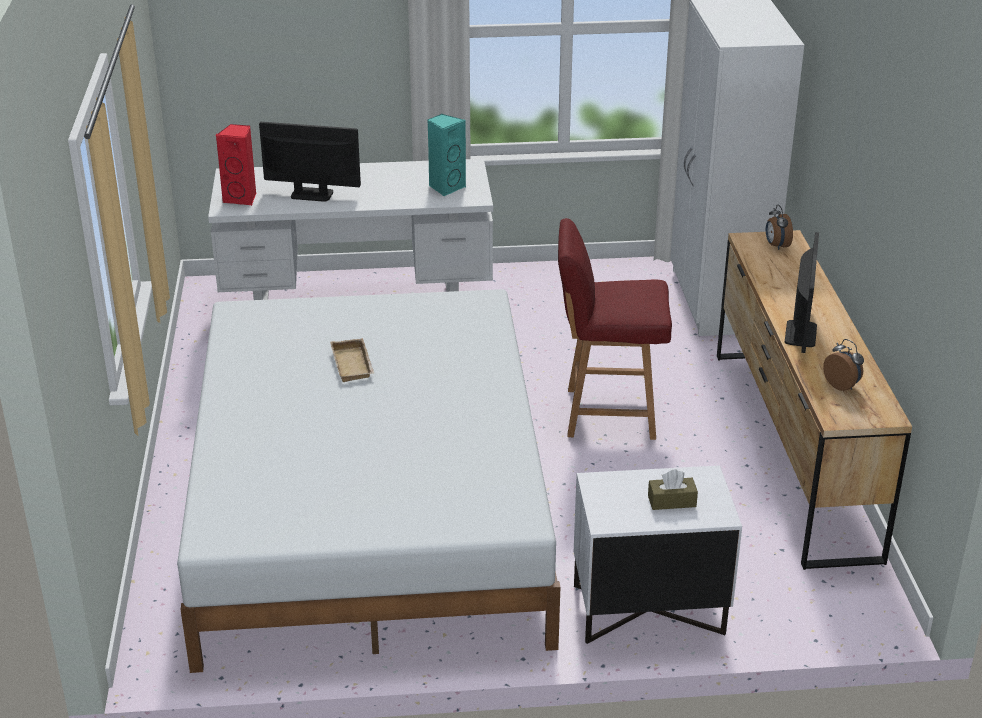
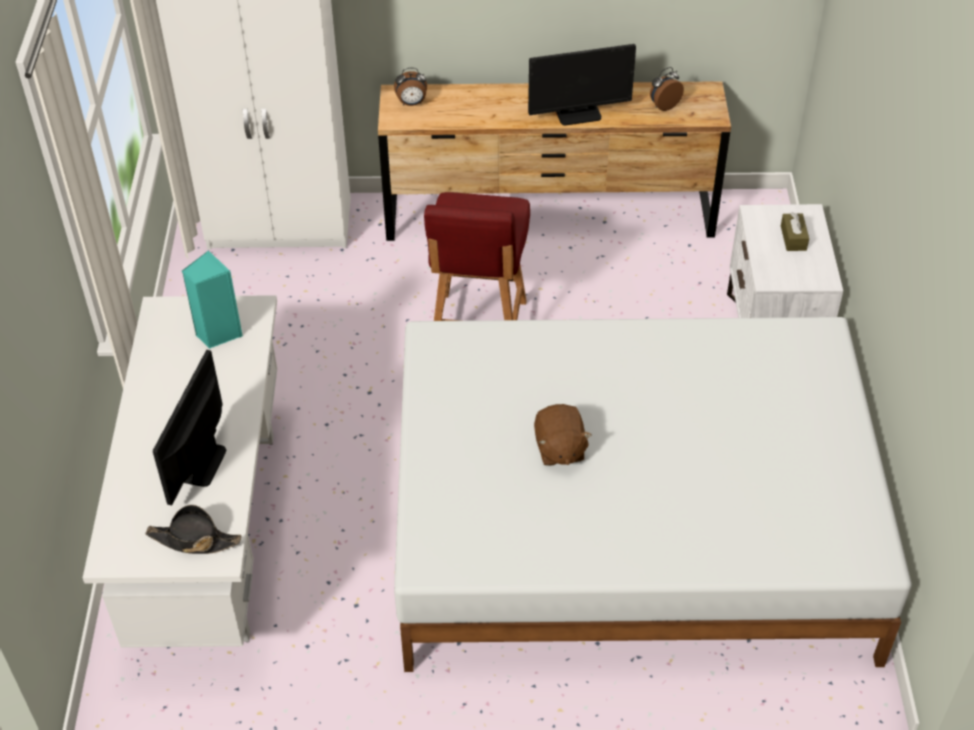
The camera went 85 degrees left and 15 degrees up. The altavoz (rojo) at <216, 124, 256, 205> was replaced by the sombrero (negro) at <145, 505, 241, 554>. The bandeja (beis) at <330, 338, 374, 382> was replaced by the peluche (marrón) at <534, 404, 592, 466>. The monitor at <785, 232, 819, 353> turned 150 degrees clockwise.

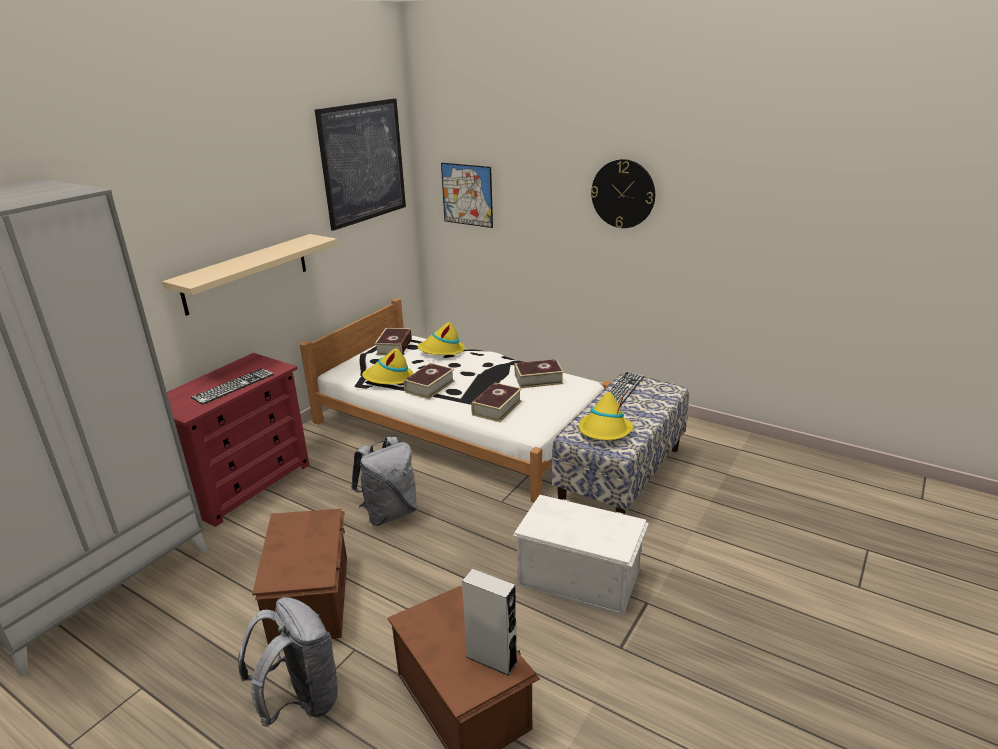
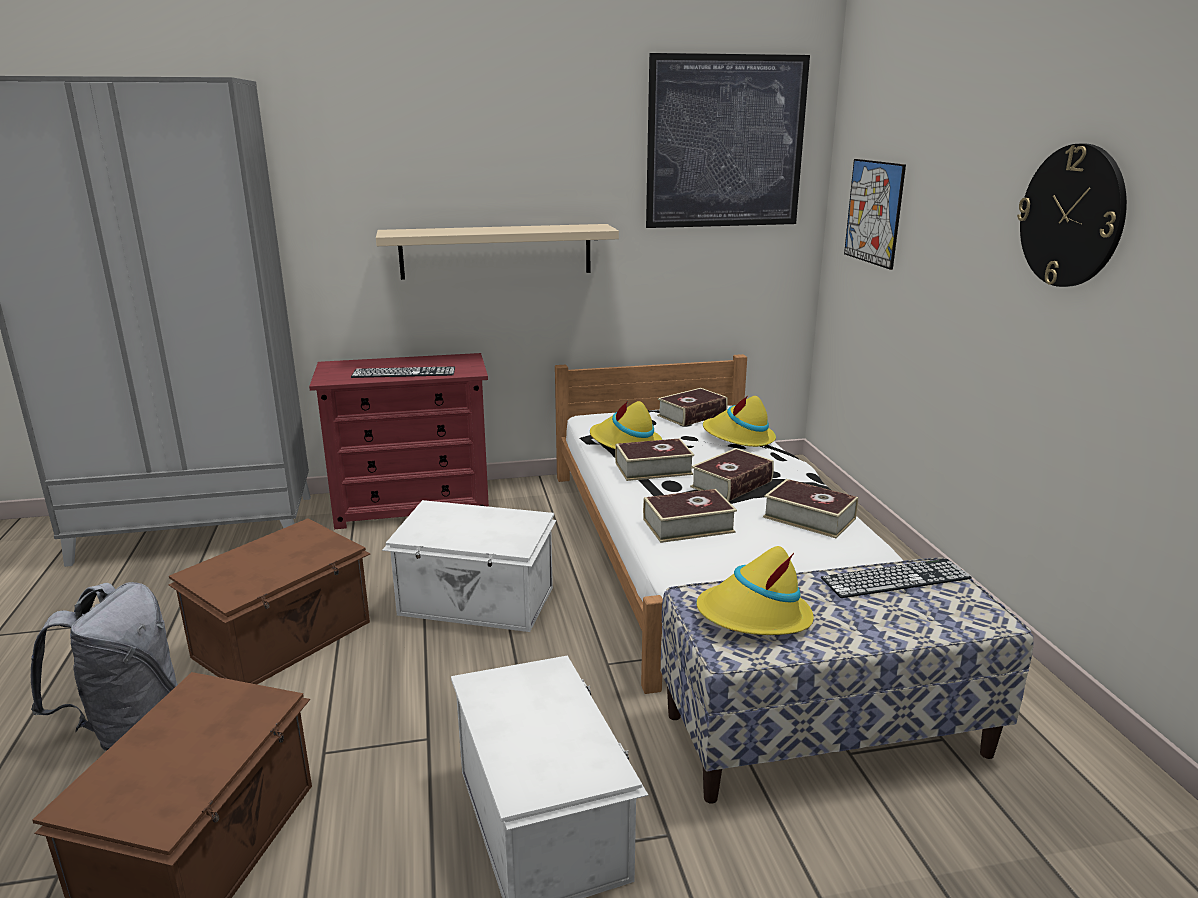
The camera went 45 degrees right and 5 degrees down. The mochila (gris) at <351, 437, 417, 526> was replaced by the caja de almacenaje (blanco) at <382, 500, 556, 632>. The altavoz (gris) at <462, 569, 518, 676> disappeared. The libro at <690, 448, 774, 502> appeared.

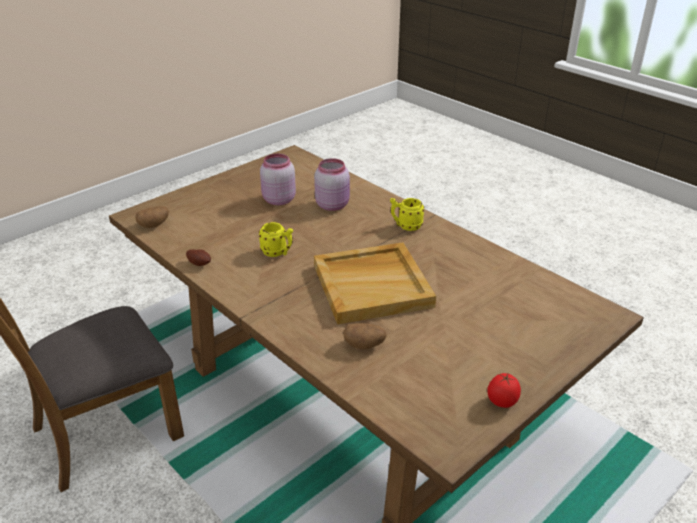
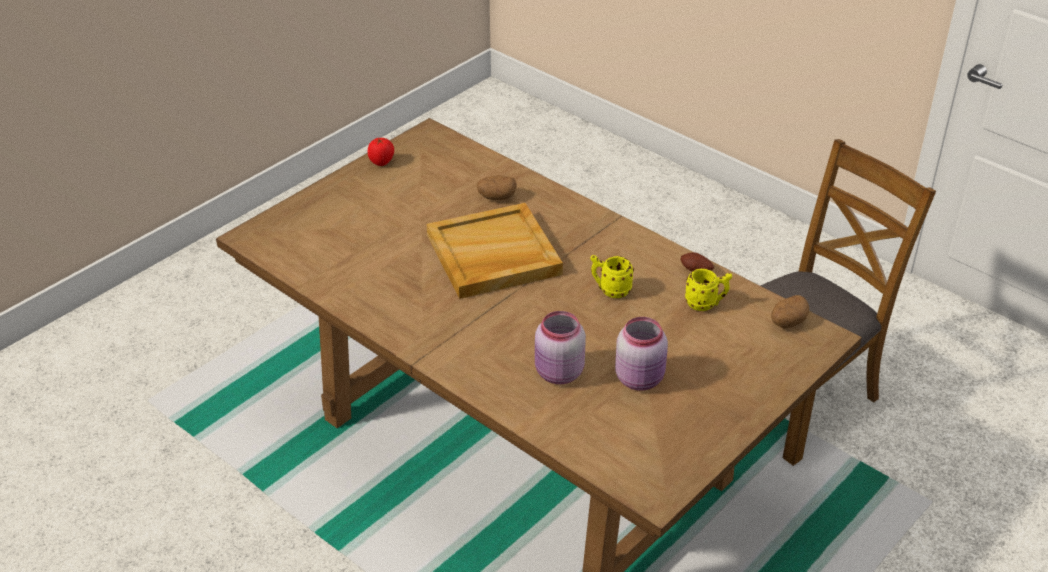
The camera went 175 degrees right and 5 degrees up. The taza grande (amarillo) moved from <390, 198, 424, 231> to <685, 269, 732, 311>.

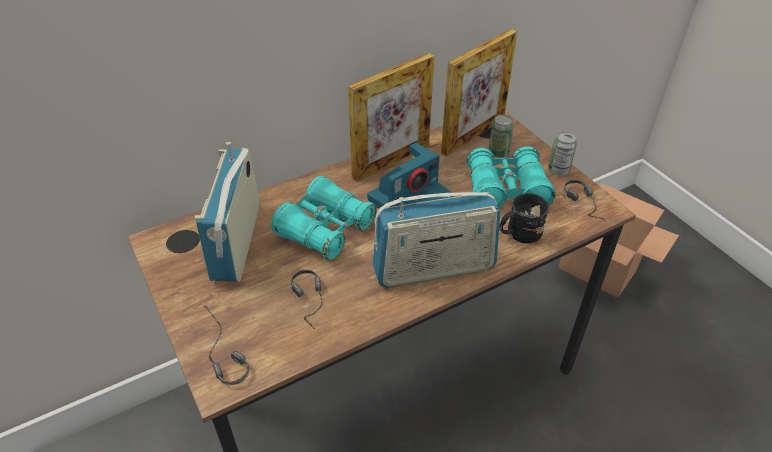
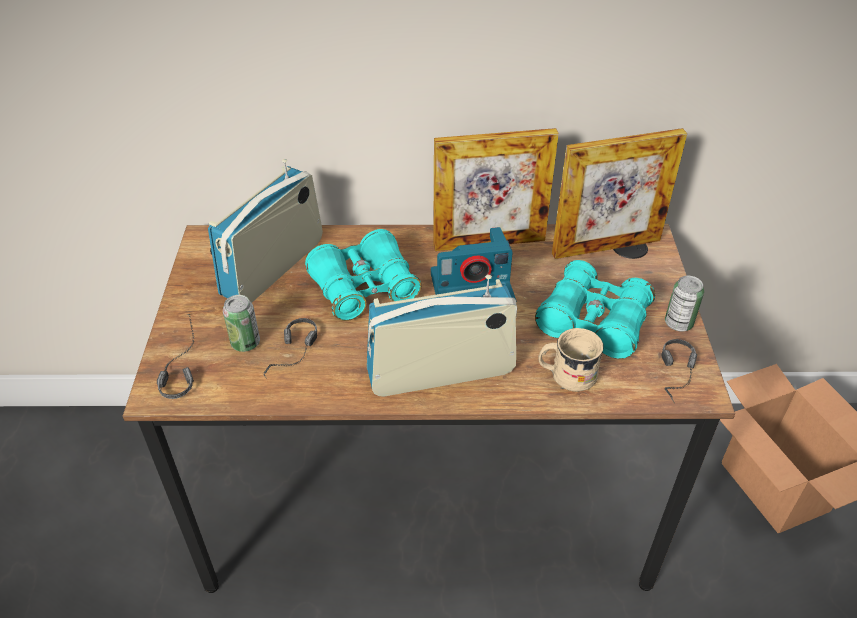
The camera went 30 degrees right and 0 degrees up. The radio at <372, 192, 500, 288> turned 150 degrees clockwise. The lata moved from <489, 115, 514, 157> to <223, 295, 260, 352>. The taza grande (negro) at <499, 193, 549, 244> became the taza grande (beis) at <538, 328, 604, 392>.

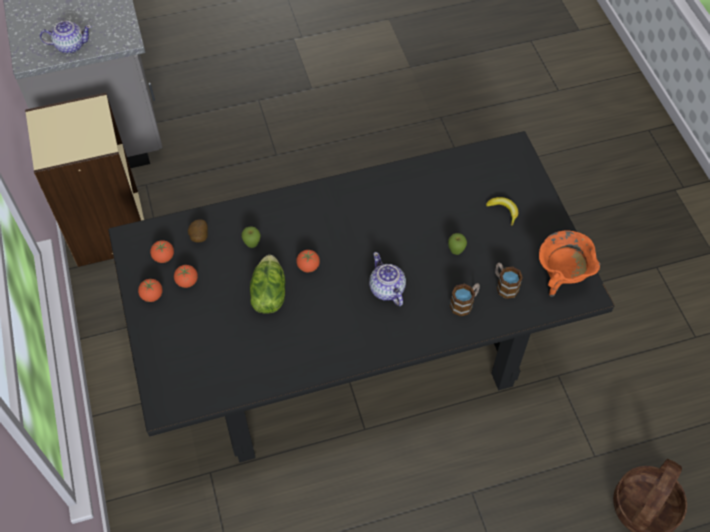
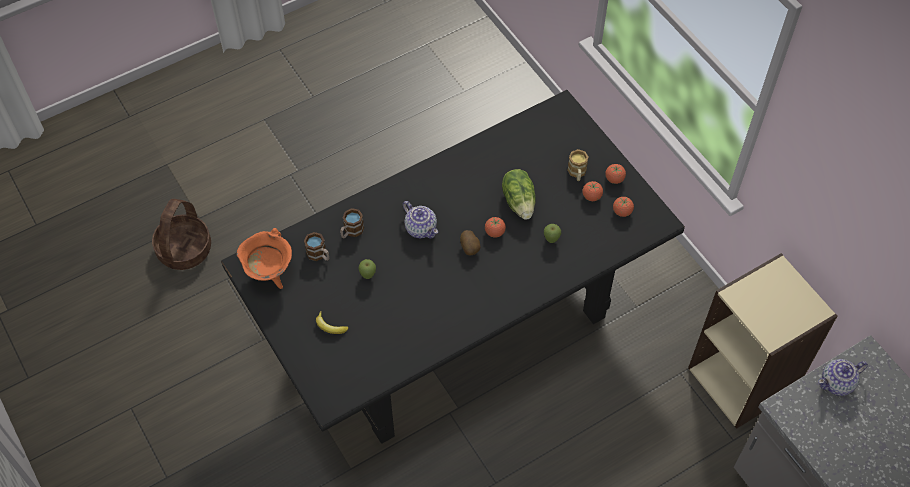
The camera went 165 degrees right and 0 degrees up. The patata moved from <188, 219, 208, 243> to <460, 230, 480, 255>. The taza grande at <567, 149, 589, 181> appeared.

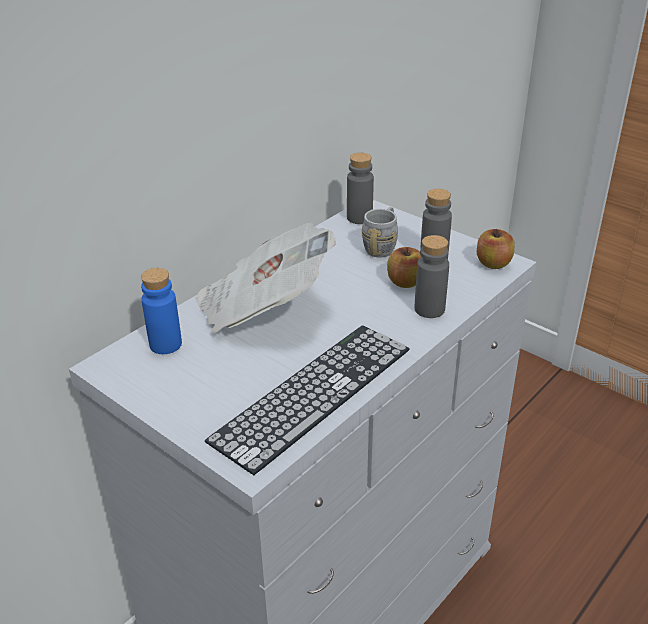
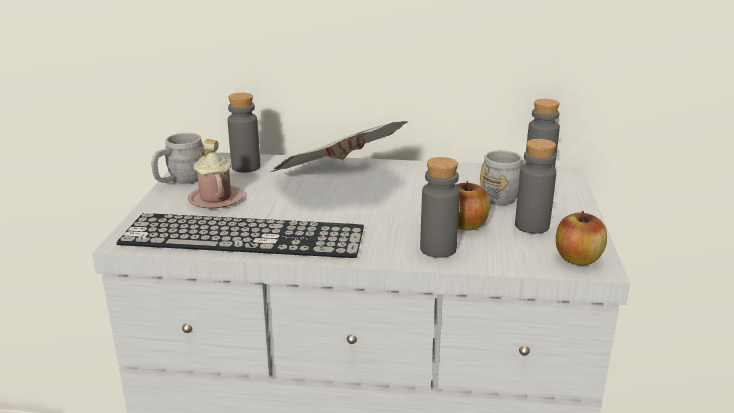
The camera went 55 degrees right and 10 degrees down. The botella (azul) at <141, 268, 182, 354> became the botella (gris) at <228, 93, 260, 173>. The taza grande (gris) at <151, 133, 205, 184> appeared. The taza grande (rosa) at <188, 139, 243, 209> appeared.

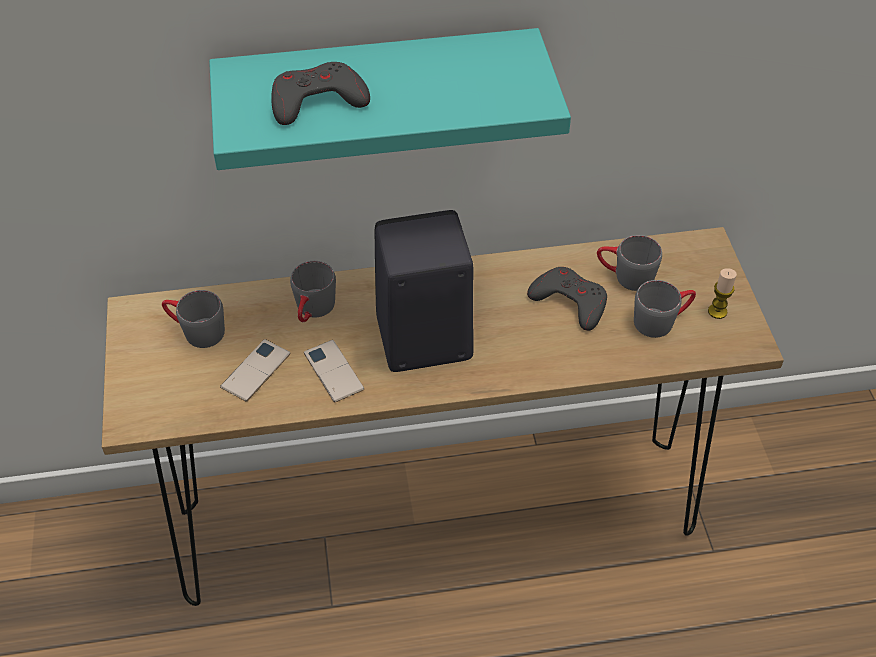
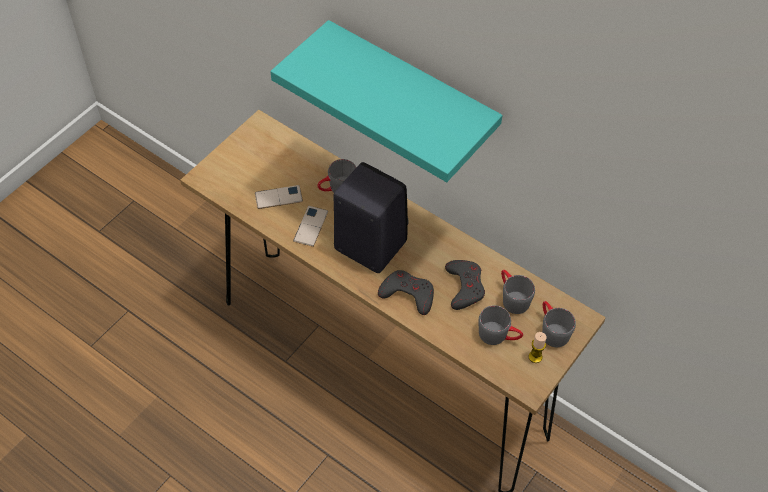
The camera went 45 degrees right and 5 degrees up. The taza grande (gris) moved from <162, 290, 225, 348> to <542, 301, 576, 347>. The mando de consola (gris) moved from <271, 62, 370, 125> to <378, 270, 434, 315>.

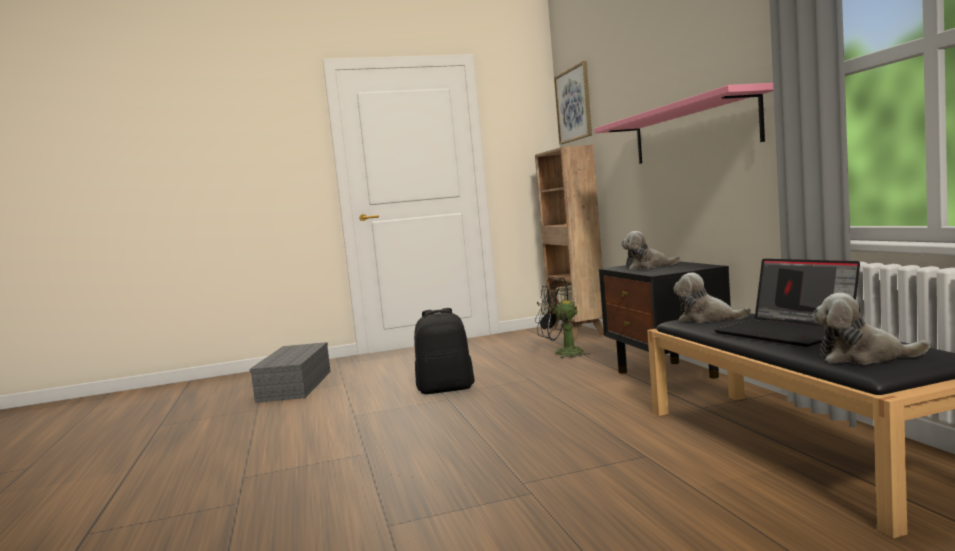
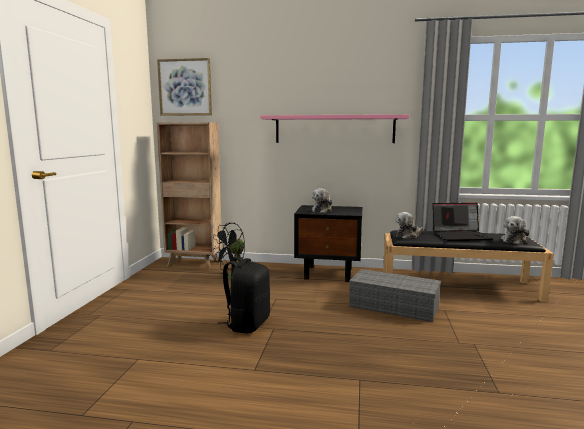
The camera went 65 degrees left and 5 degrees up. The caja de almacenaje (gris) moved from <249, 342, 331, 403> to <349, 269, 441, 322>.

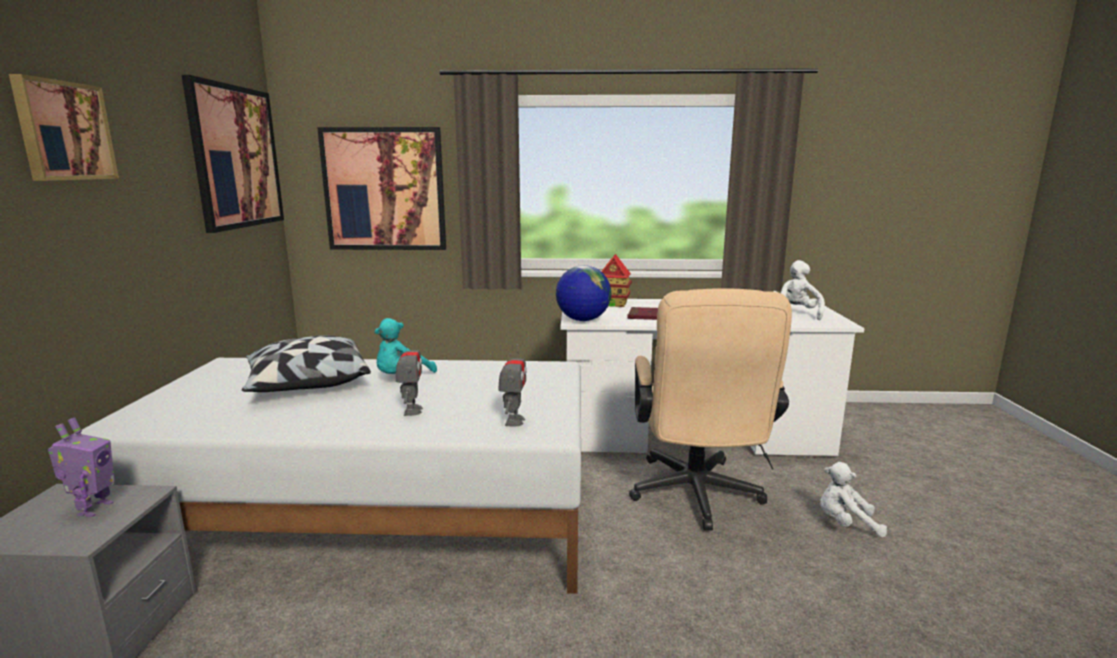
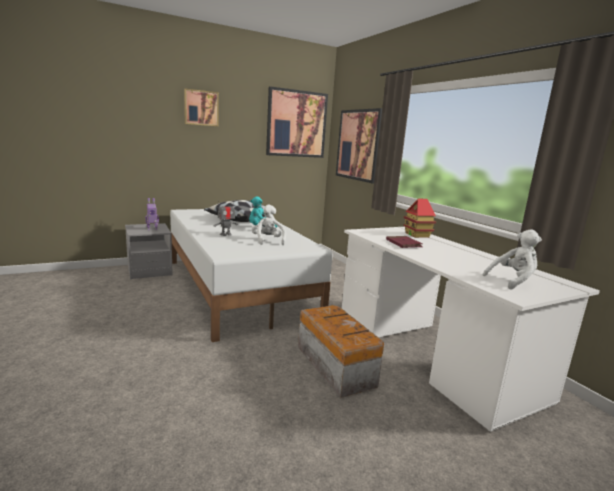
The camera went 60 degrees right and 0 degrees up. The robot de juguete at <498, 344, 527, 426> disappeared. The globo terráqueo at <556, 265, 611, 321> disappeared. The silla de oficina (beis) at <629, 288, 792, 530> was replaced by the caja de almacenaje at <298, 305, 384, 398>. The peluche (blanco) moved from <820, 462, 887, 537> to <252, 204, 286, 245>.

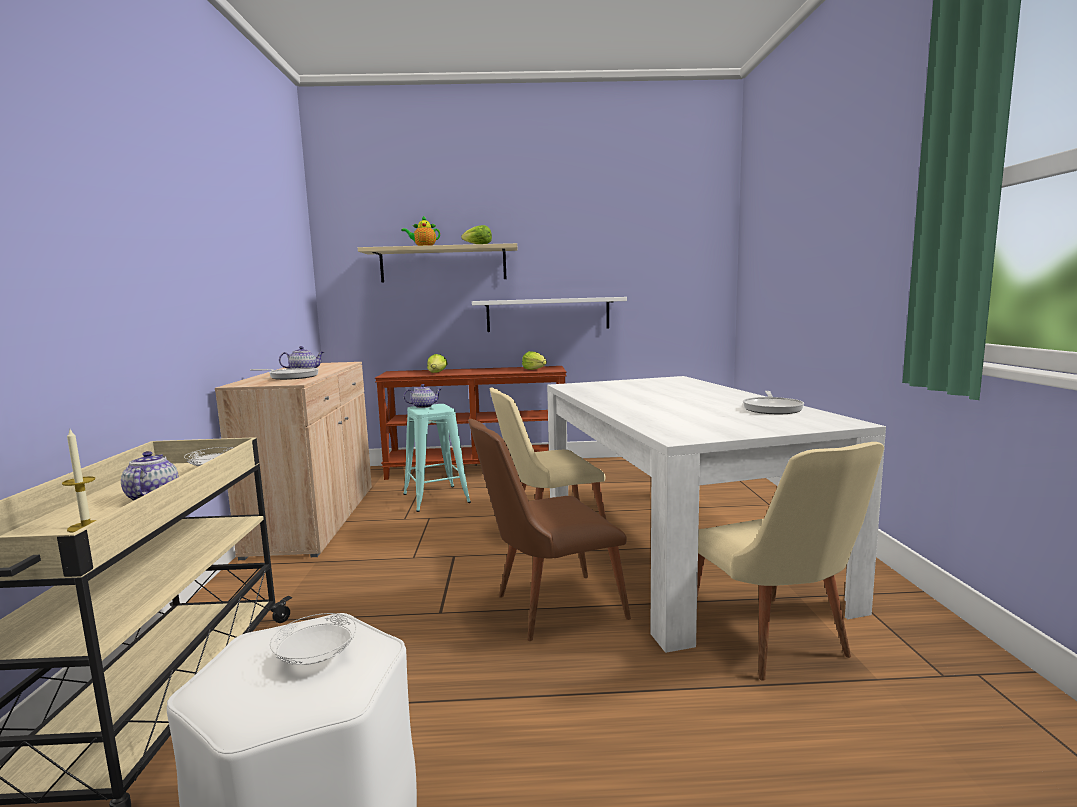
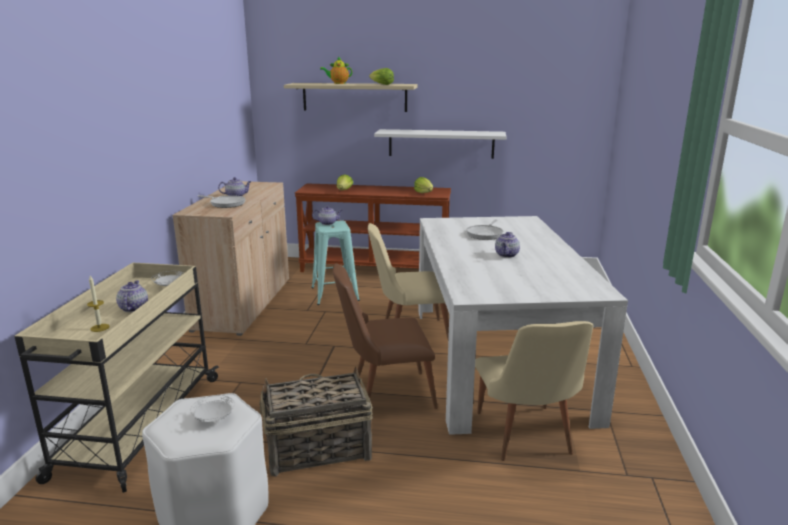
The camera went 10 degrees right and 10 degrees up. The sartén moved from <743, 391, 804, 414> to <466, 220, 503, 240>. The cesta at <260, 367, 373, 477> appeared. The tetera at <495, 232, 520, 258> appeared.

